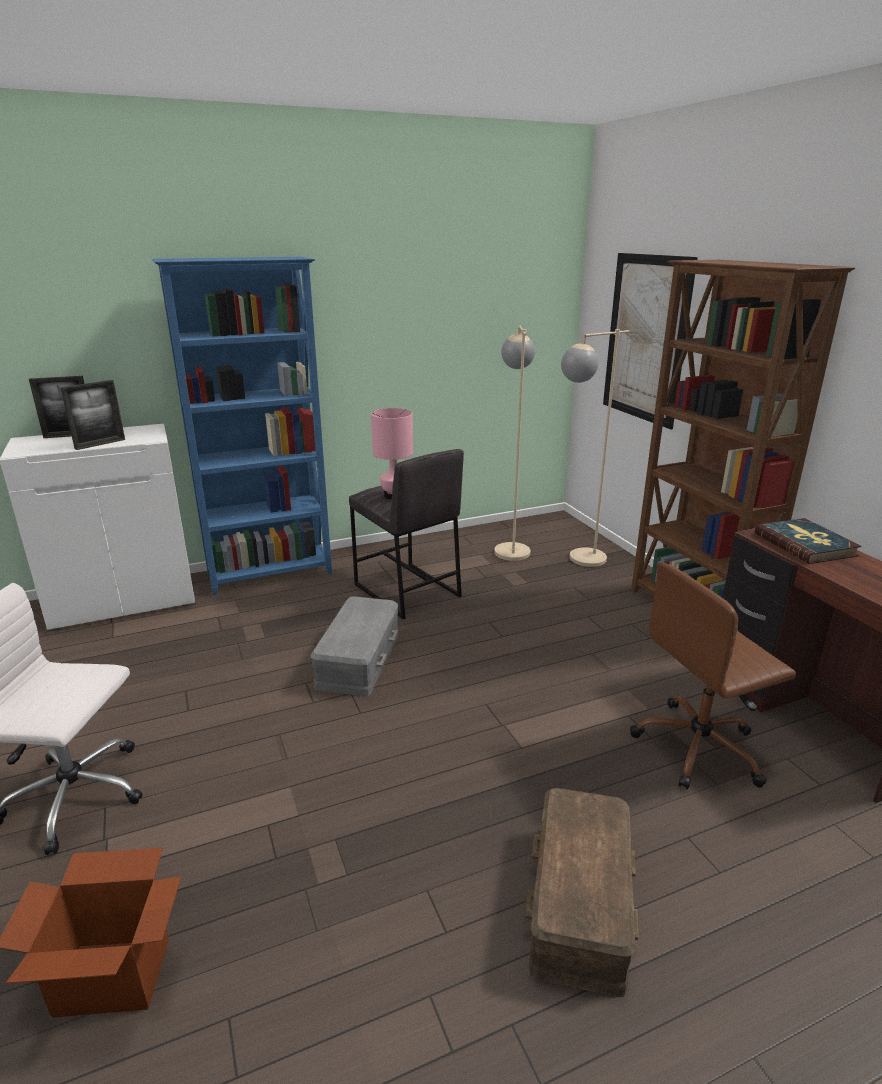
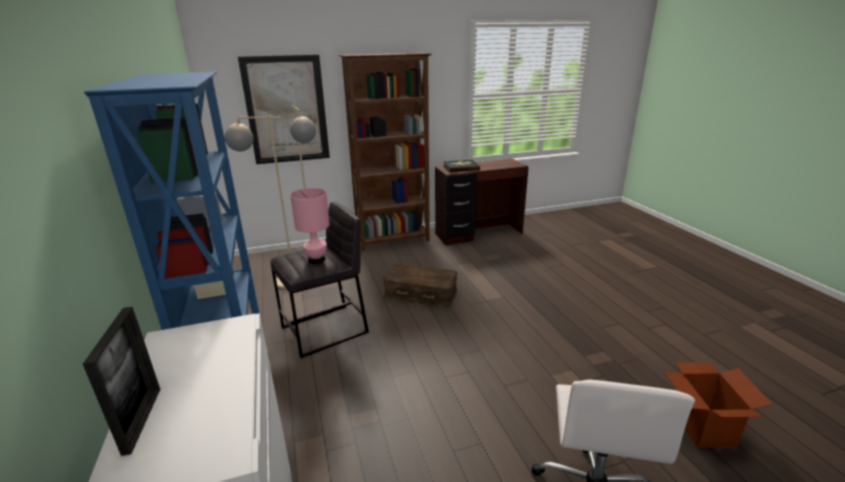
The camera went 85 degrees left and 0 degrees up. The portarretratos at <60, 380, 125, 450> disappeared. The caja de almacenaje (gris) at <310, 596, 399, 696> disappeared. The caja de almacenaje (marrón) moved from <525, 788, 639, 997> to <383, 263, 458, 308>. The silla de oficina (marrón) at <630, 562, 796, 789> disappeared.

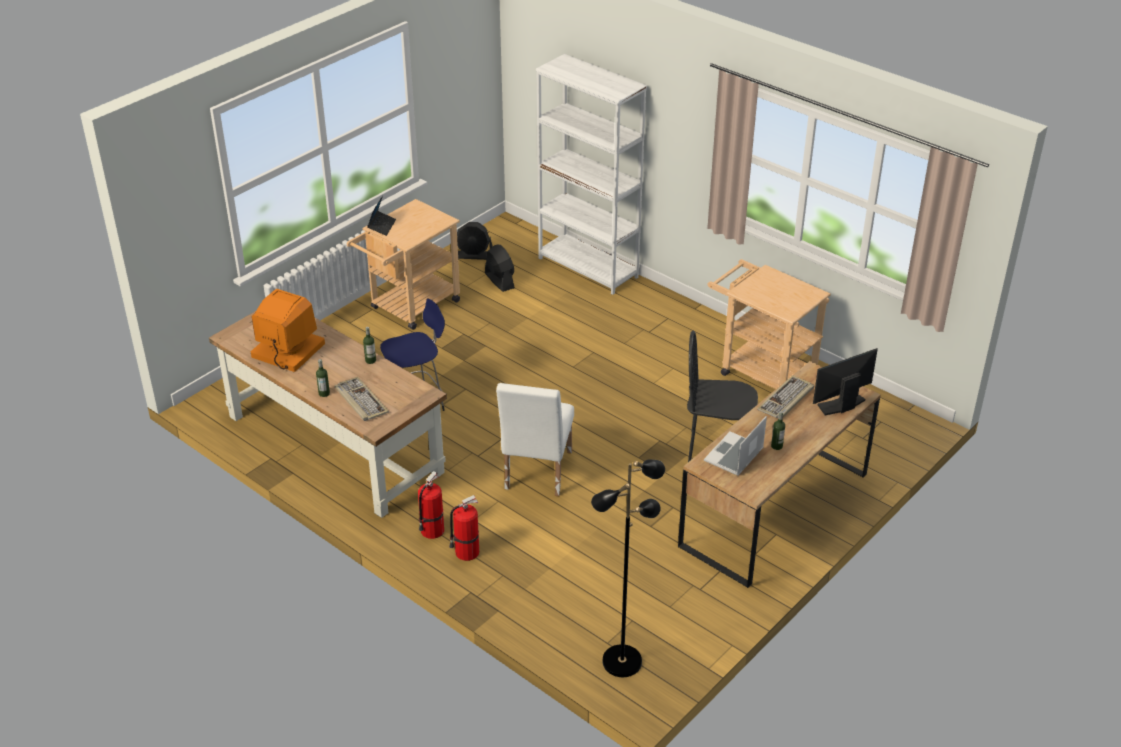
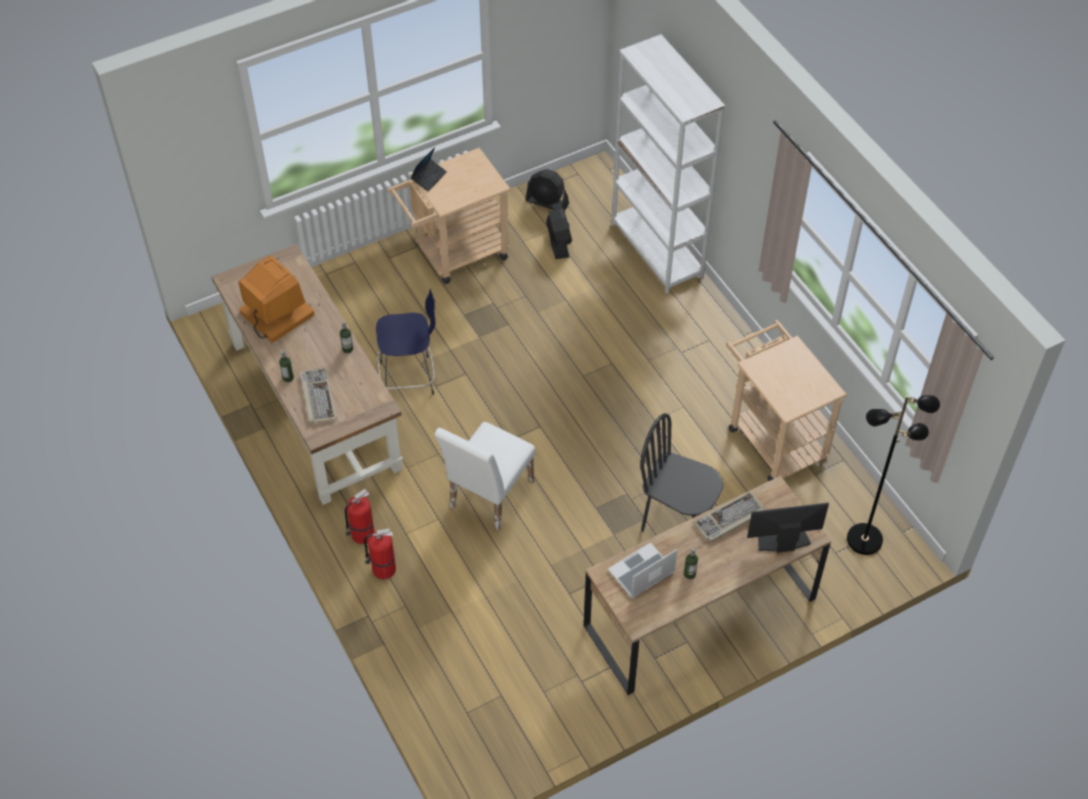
The camera went 20 degrees right and 15 degrees up. The lámpara de pie (negro) moved from <591, 459, 665, 677> to <847, 395, 940, 555>.

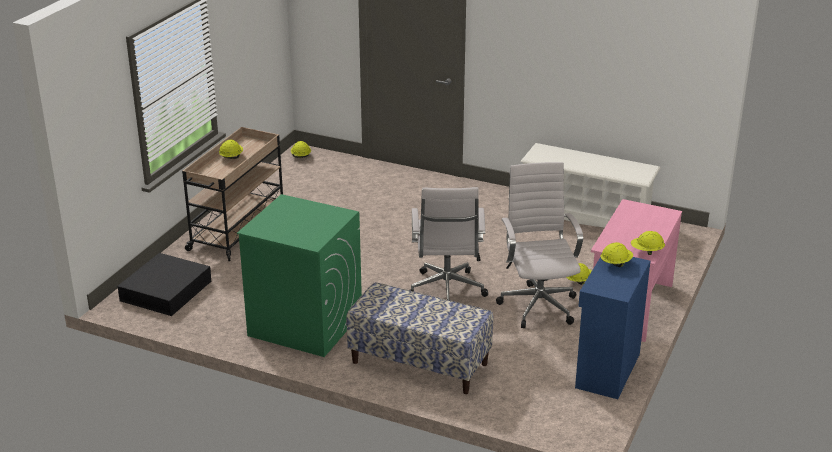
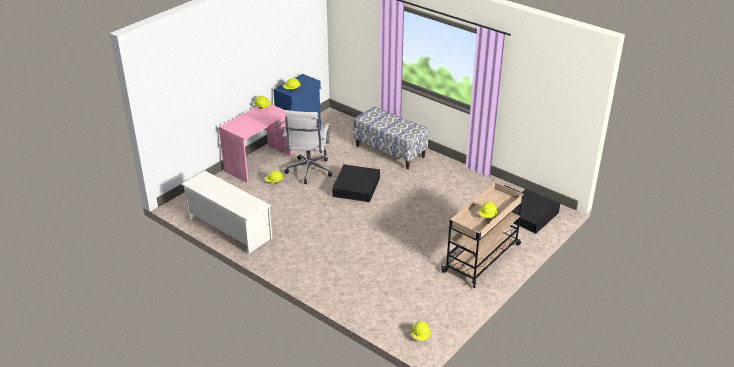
The camera went 165 degrees left and 5 degrees up. The lavadora (verde) at <237, 194, 362, 357> disappeared. The silla de oficina (blanco) at <410, 187, 488, 300> was replaced by the caja de almacenaje (negro) at <332, 164, 380, 202>.

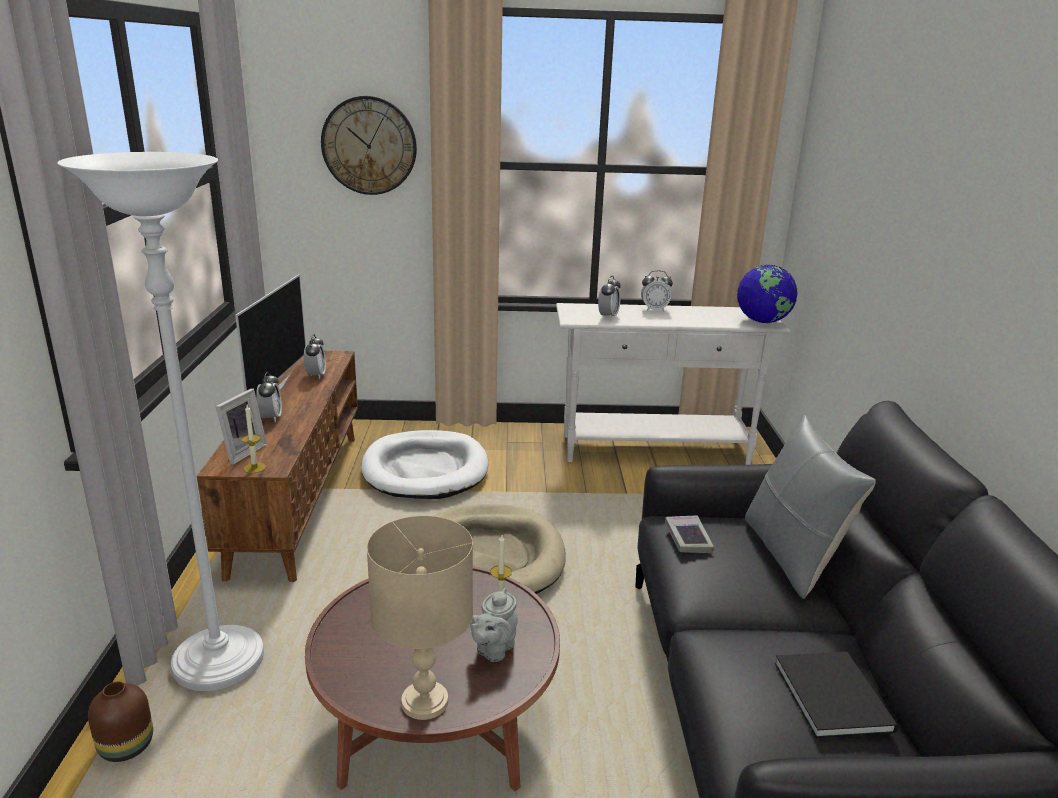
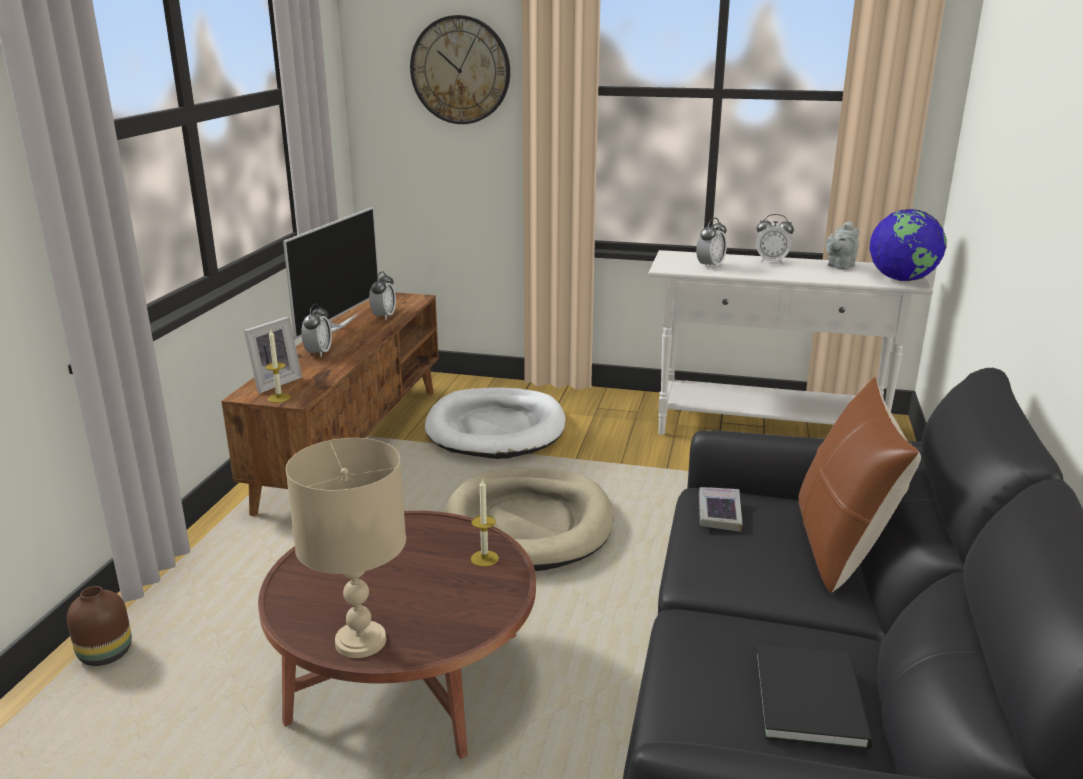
The camera went 15 degrees right and 0 degrees up. The lámpara de pie (blanco) at <57, 152, 264, 691> disappeared. The tetera (gris) moved from <470, 588, 518, 662> to <825, 221, 860, 270>. The cojín (gris) at <745, 415, 876, 599> became the cojín (marrón) at <798, 377, 921, 593>.

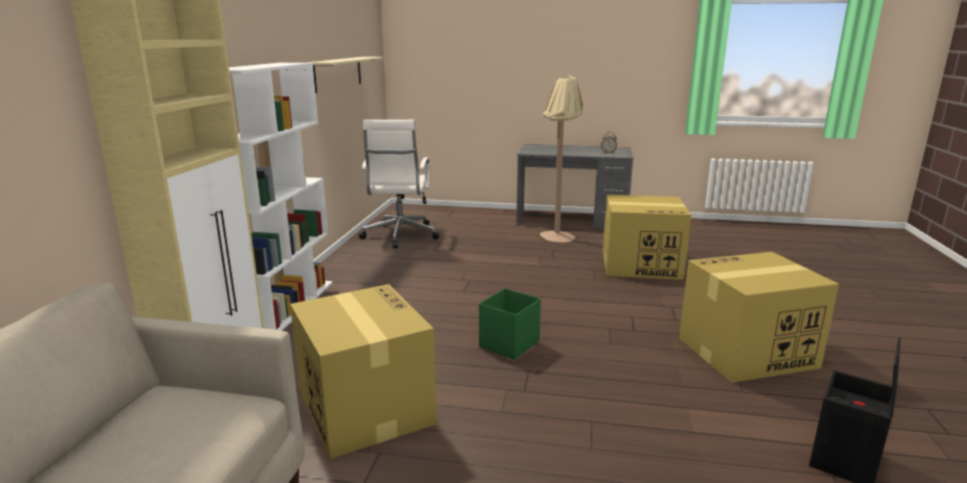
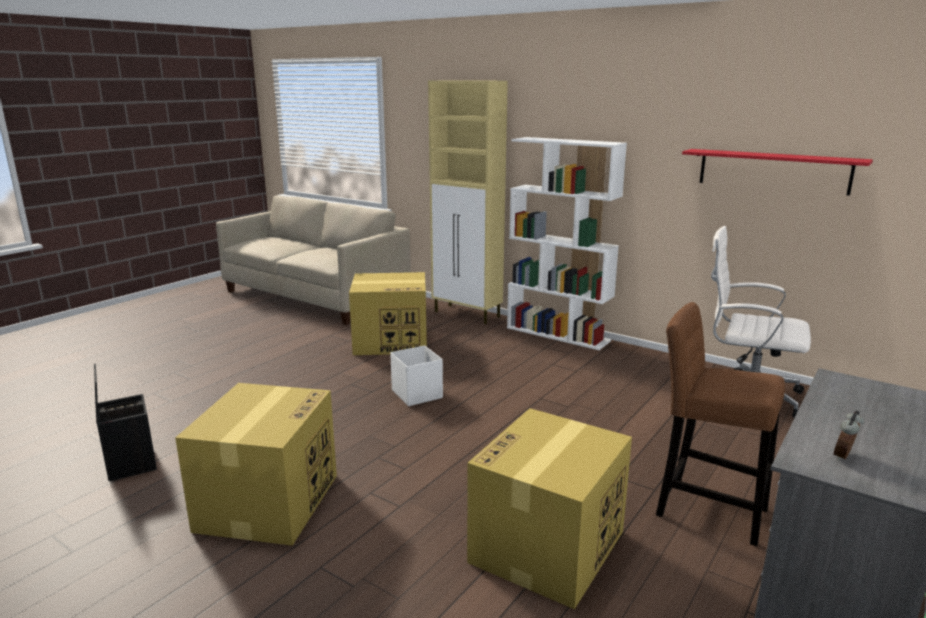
The camera went 115 degrees right and 0 degrees up. The estante (beis) at <307, 57, 383, 93> became the estante (rojo) at <682, 149, 873, 196>. The caja de almacenaje (verde) at <479, 288, 541, 360> became the caja de almacenaje (blanco) at <390, 345, 443, 406>. The lámpara de pie (beis) at <540, 75, 583, 243> was replaced by the taburete (marrón) at <656, 302, 785, 546>.

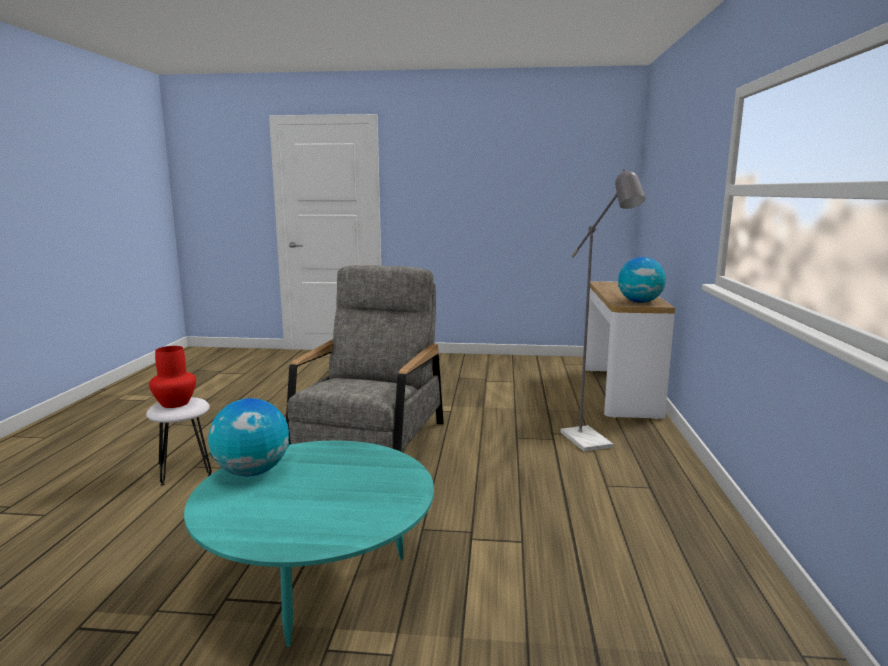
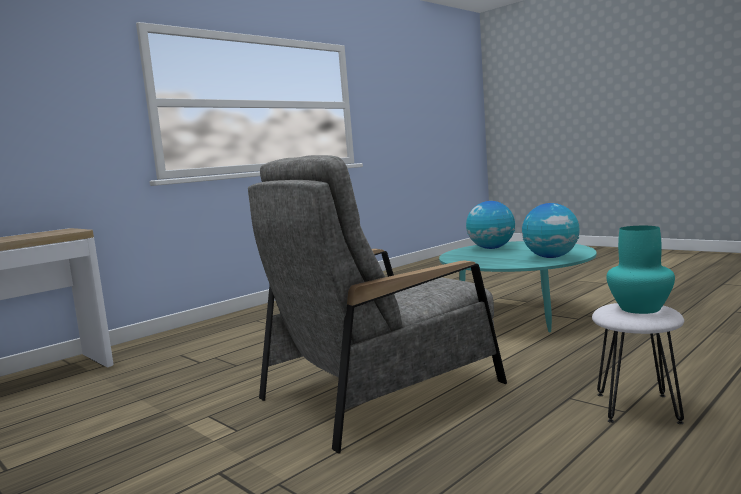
The camera went 140 degrees left and 5 degrees down. The florero (rojo) at <149, 346, 196, 408> became the florero (turquesa) at <606, 226, 675, 314>. The lámpara de pie (gris) at <561, 169, 645, 452> disappeared. The globo terráqueo moved from <618, 257, 666, 303> to <466, 201, 515, 249>.

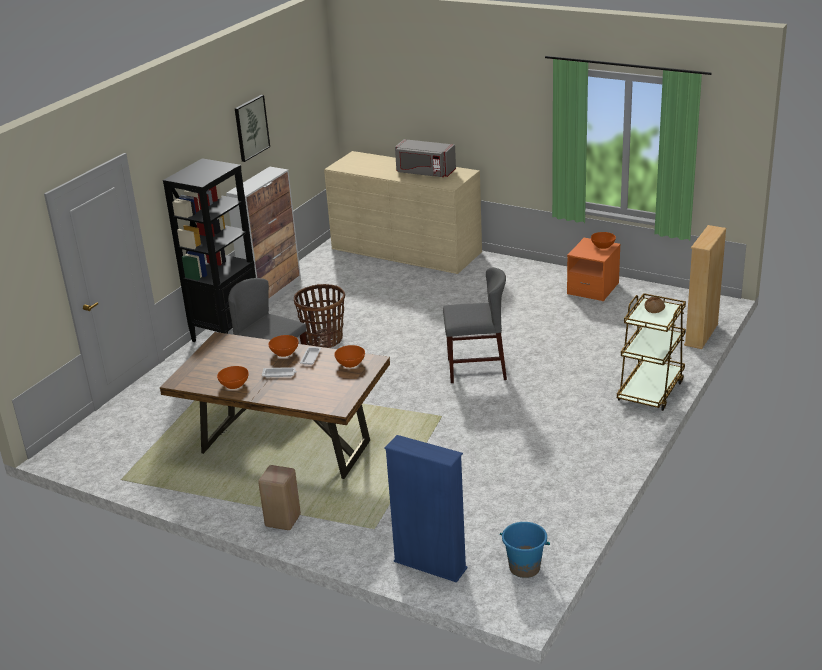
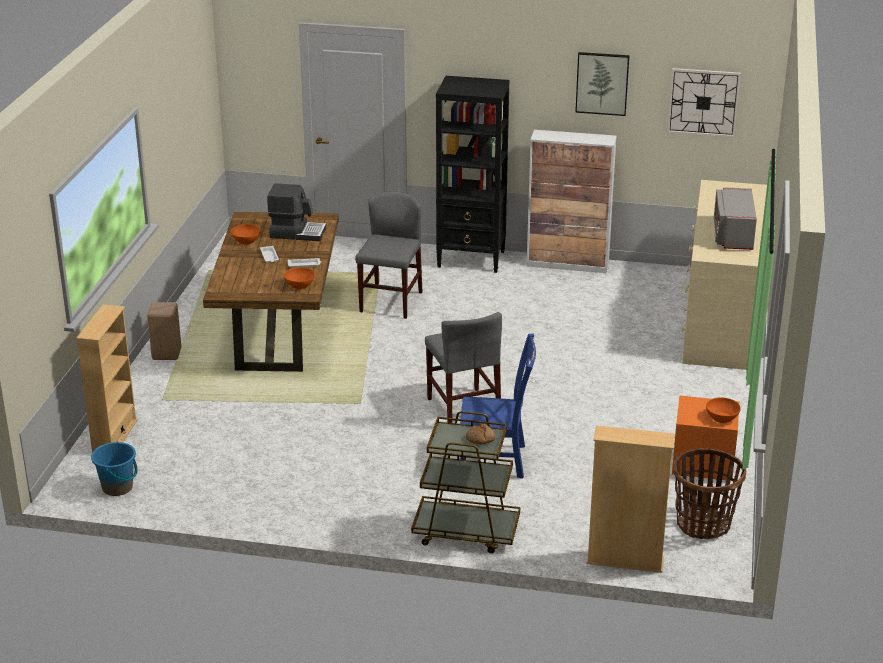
The camera went 70 degrees right and 0 degrees up. The cuenco (naranja) at <268, 335, 298, 357> disappeared. The cesta moved from <294, 284, 345, 348> to <673, 448, 746, 539>. The estantería (azul) at <385, 435, 468, 583> became the estantería (beis) at <76, 304, 138, 452>. The cafetera at <267, 183, 326, 241> appeared. The silla (azul) at <460, 334, 536, 479> appeared. The reloj de pared at <667, 68, 741, 138> appeared.

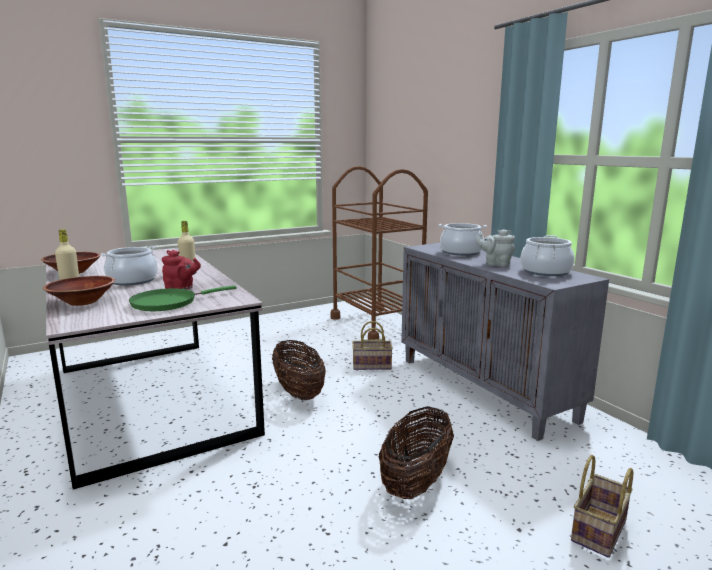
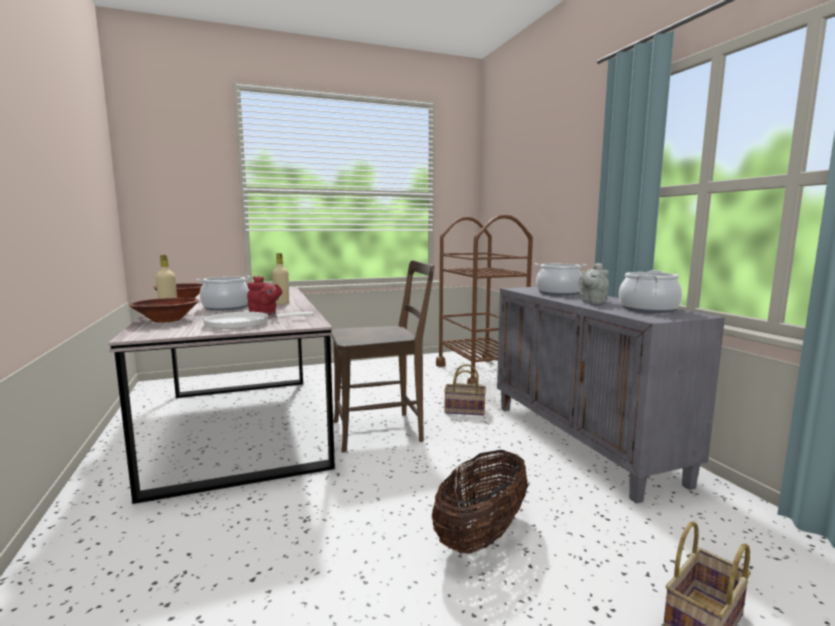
The camera went 10 degrees right and 5 degrees down. The sartén (verde) at <129, 285, 236, 311> became the sartén (blanco) at <202, 312, 313, 329>. The cesta at <272, 340, 326, 400> was replaced by the silla (marrón) at <331, 260, 435, 452>. The tetera (gris) at <476, 229, 515, 267> turned 75 degrees counterclockwise.

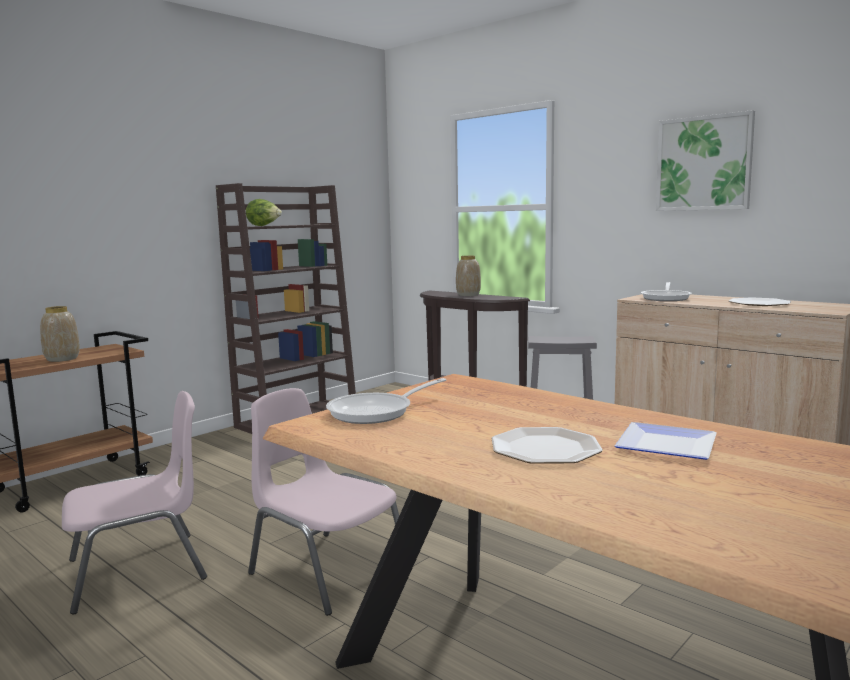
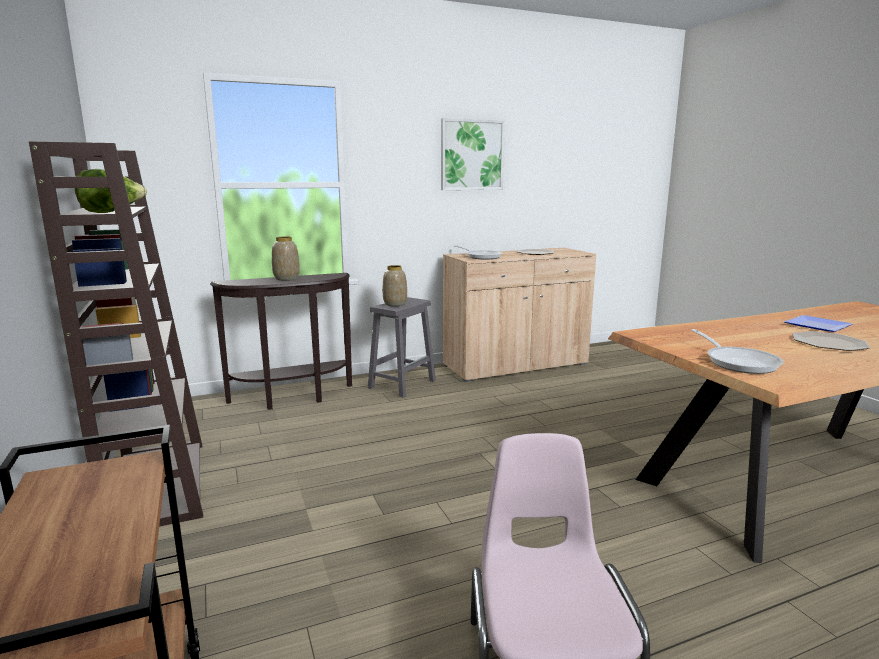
The camera went 65 degrees left and 5 degrees up. The florero moved from <40, 306, 80, 362> to <383, 265, 407, 306>. The silla (rosa) at <248, 388, 399, 616> disappeared.

